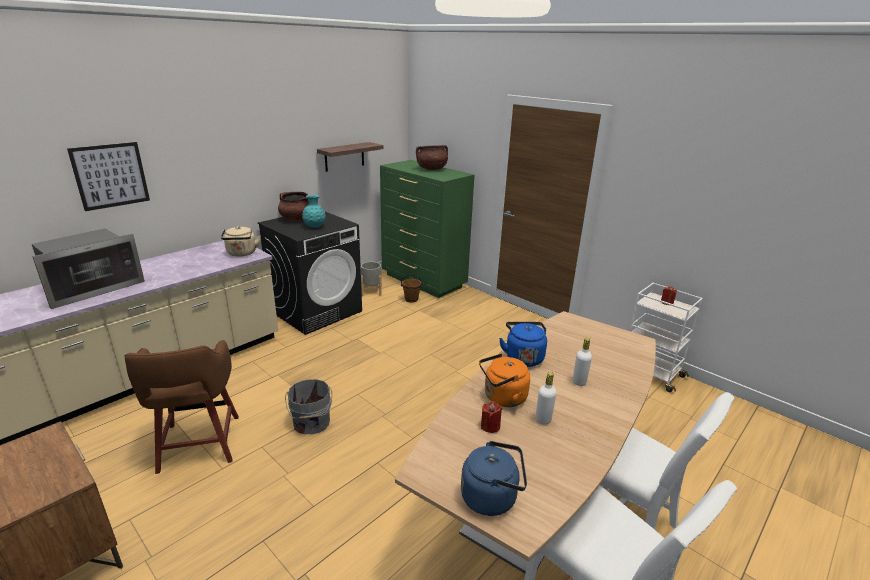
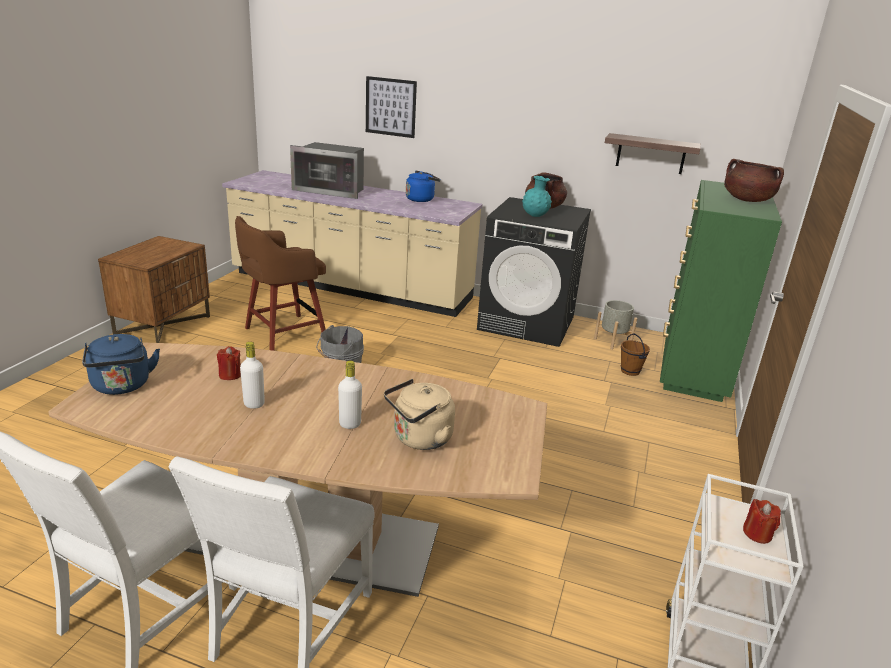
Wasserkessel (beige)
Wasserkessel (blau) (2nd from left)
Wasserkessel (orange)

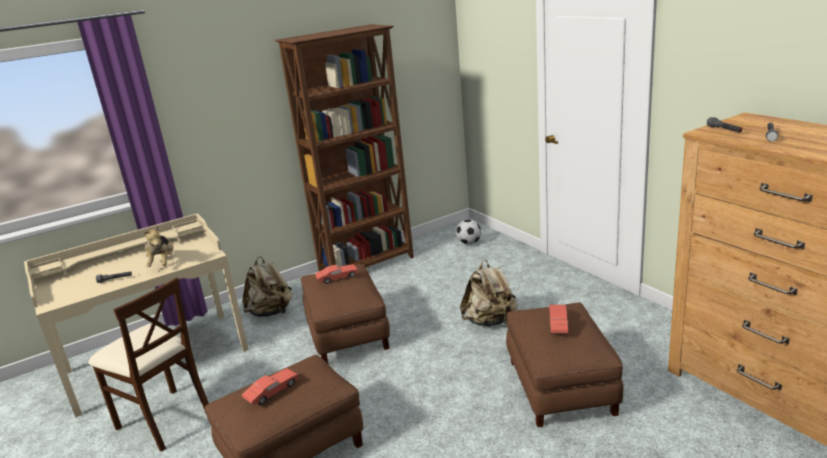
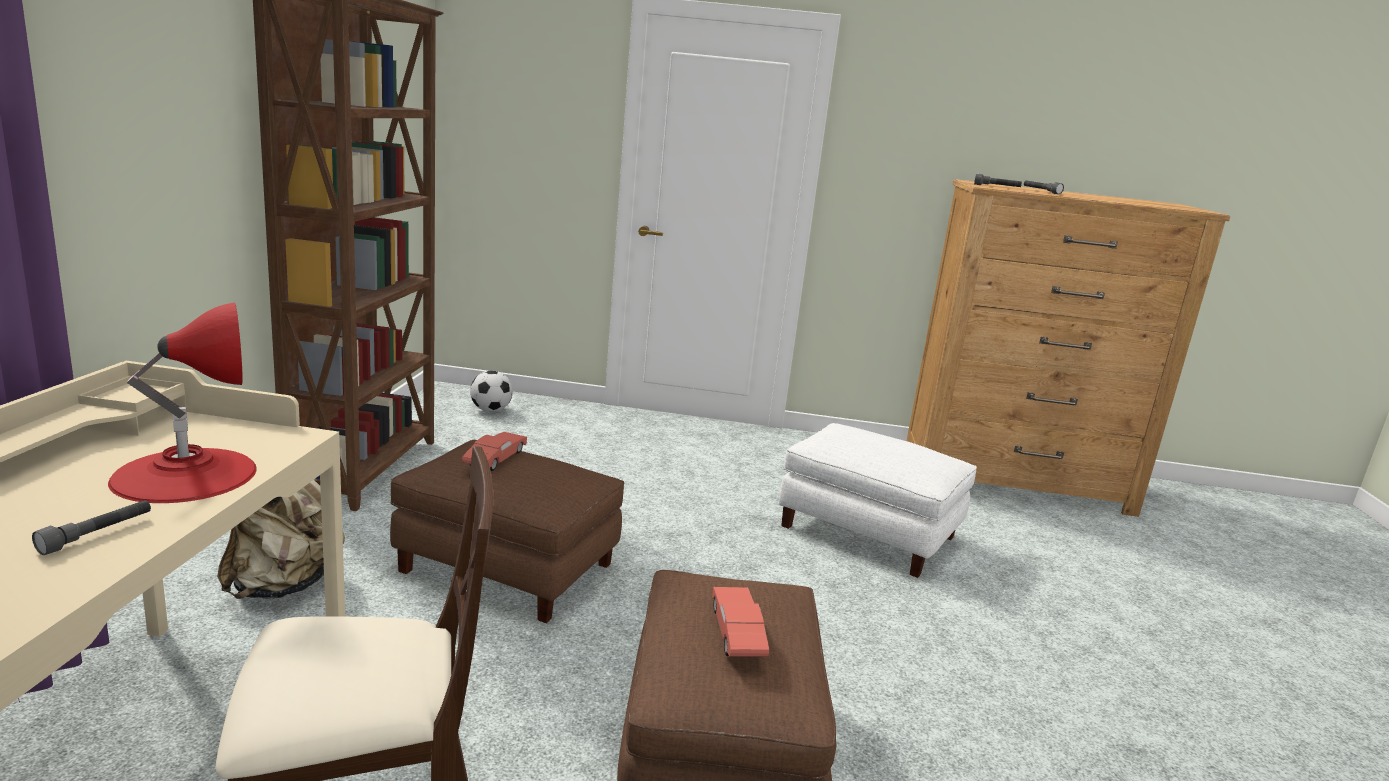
Tischlampe (rot)
Rucksack (beige) (2nd from left in the first image)
Polsterhocker (weiß)
Spielzeugauto (rot) (3rd from left in the first image)

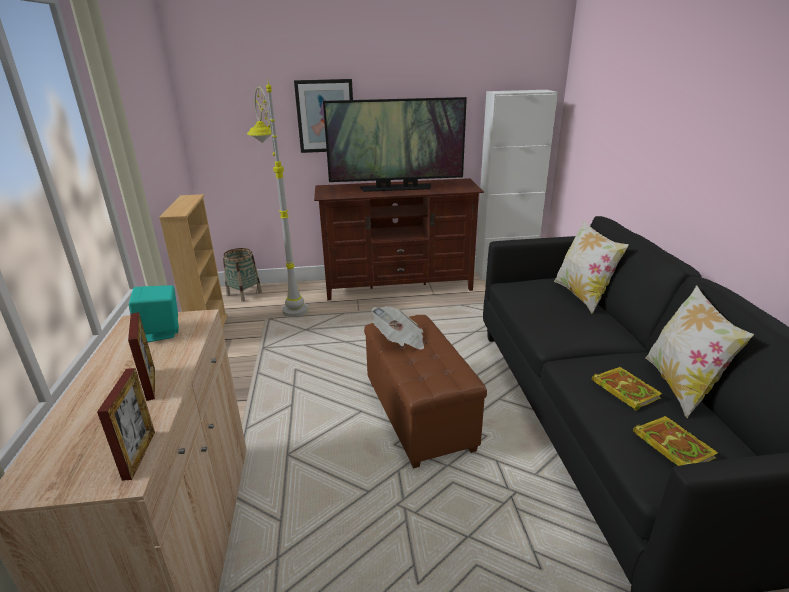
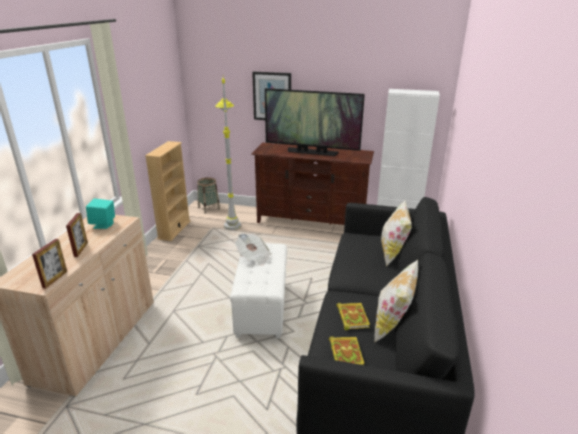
Polsterhocker (weiß)

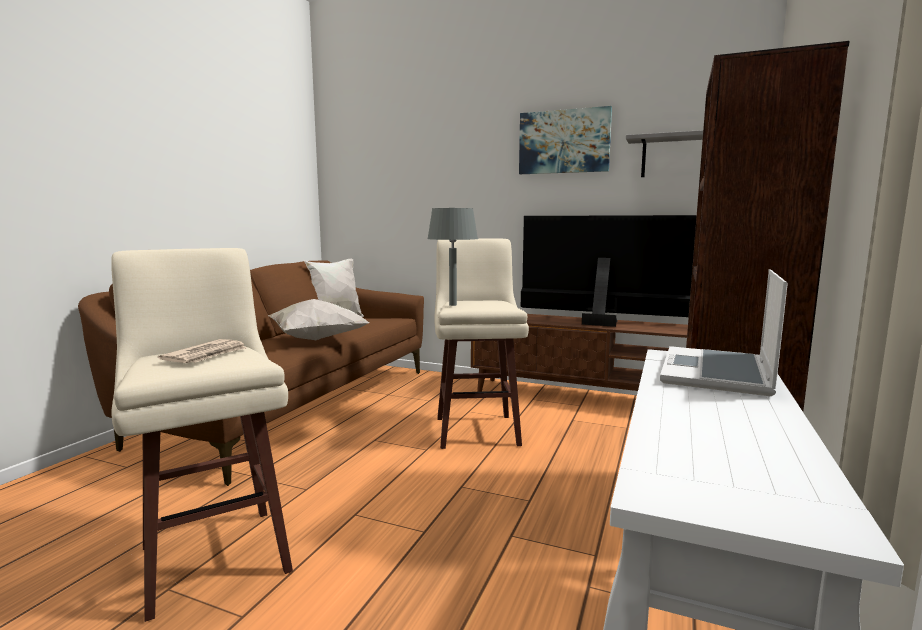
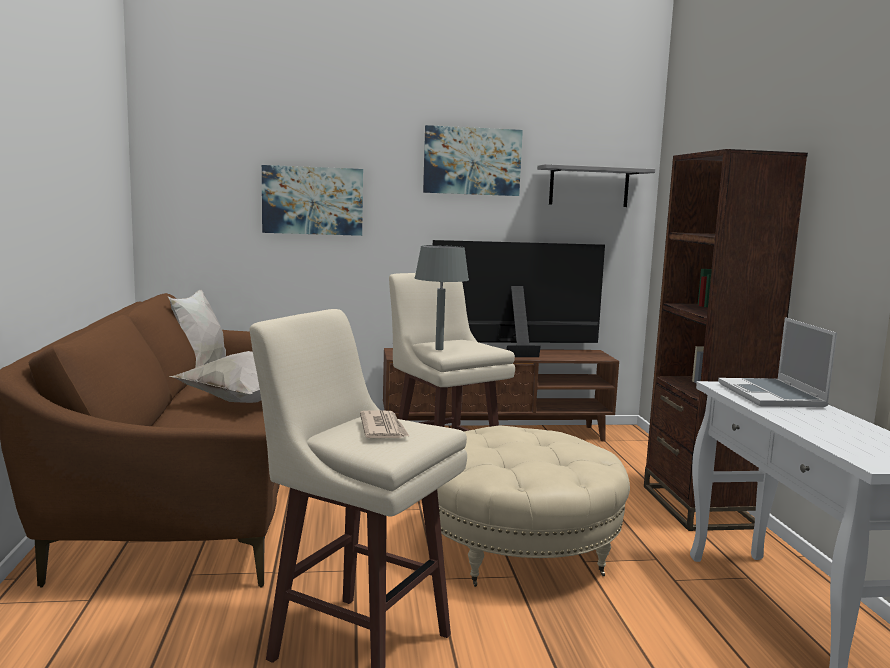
Bild (1st from left)
Polsterhocker (beige)

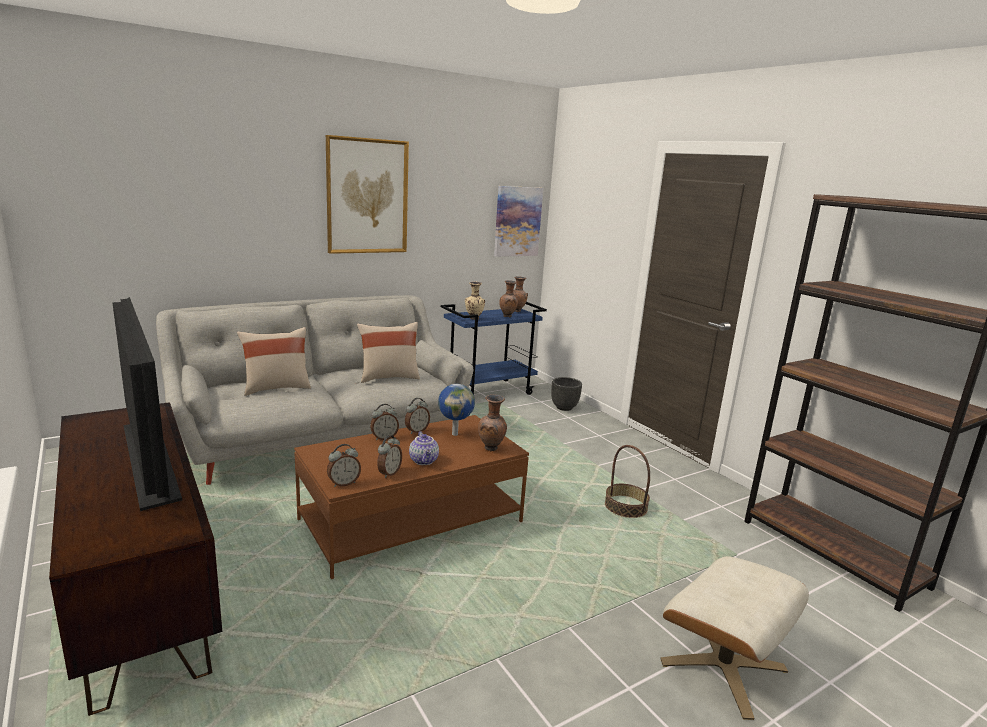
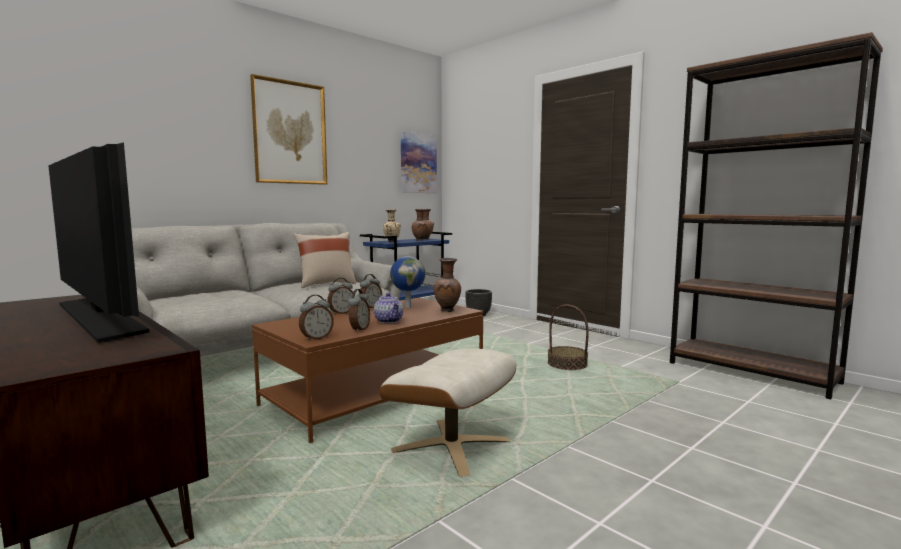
Kissen (beige) (1st from left in the first image)
Polsterhocker (beige)

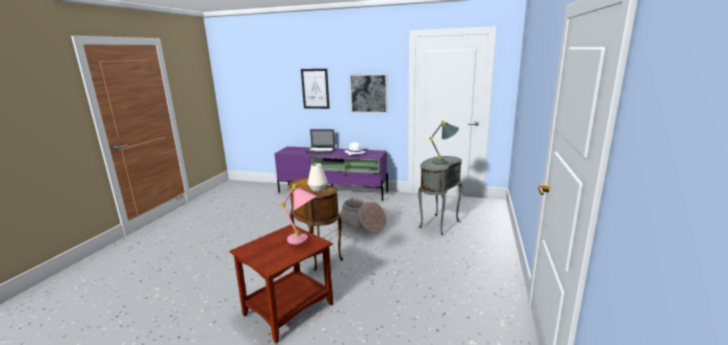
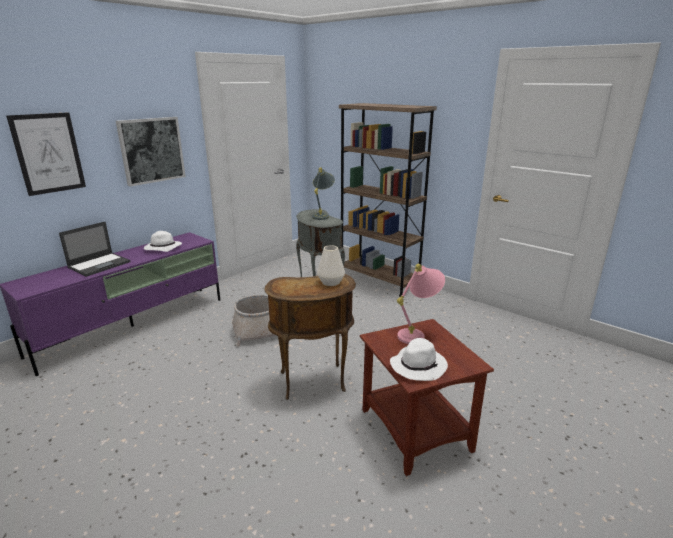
Bücherregal (braun)
Hut (weiß) (2nd from left)

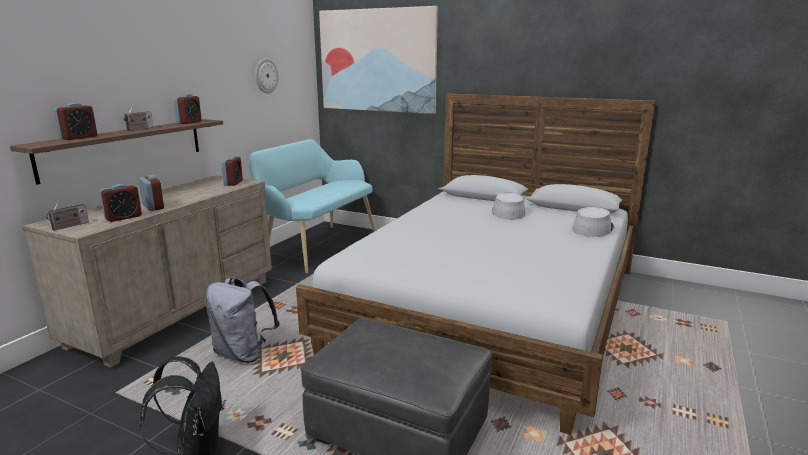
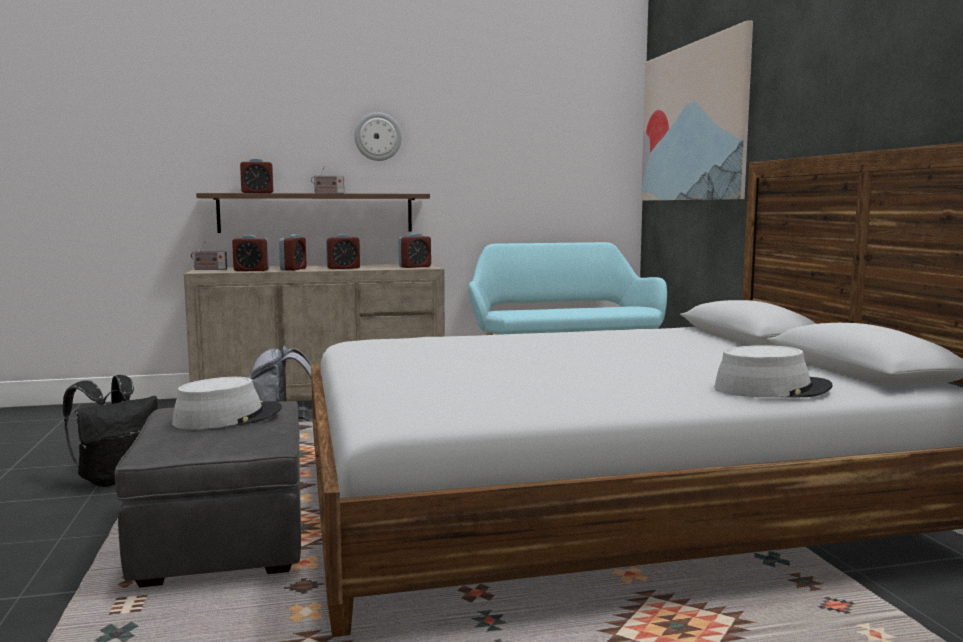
Wanduhr
Wecker (4th from left)
Hut (grau) (1st from left)

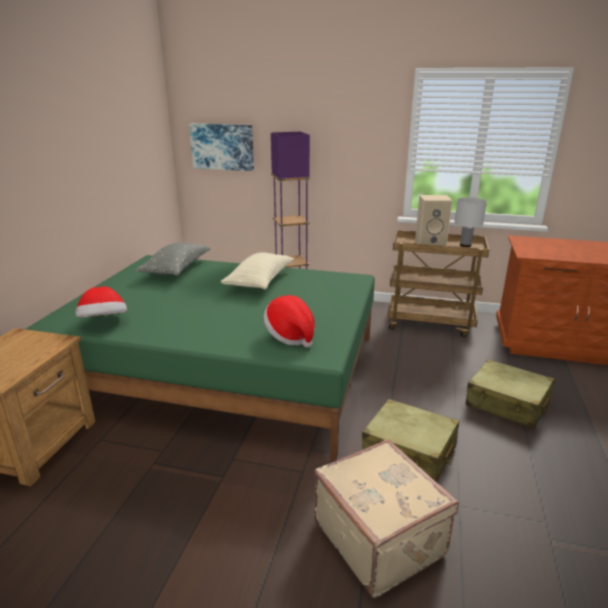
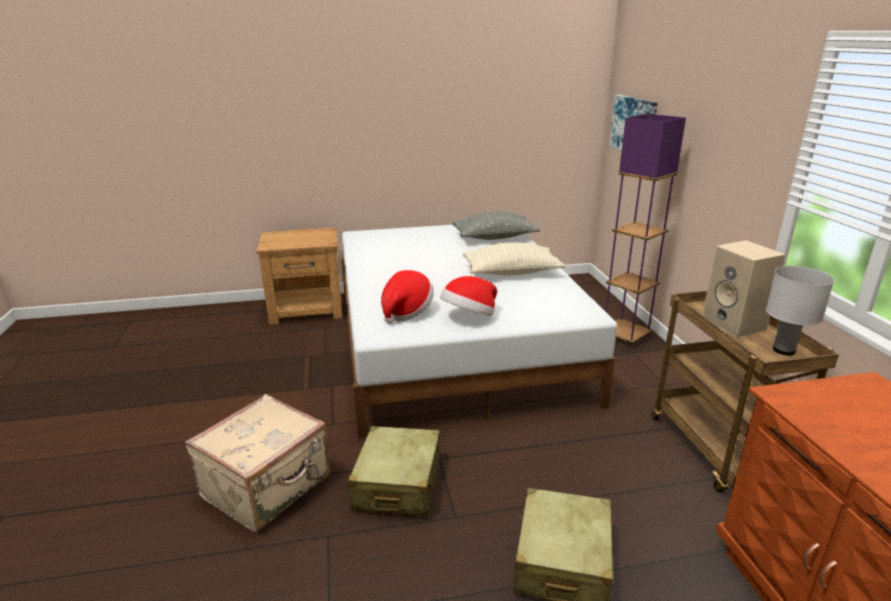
Bett (weiß)
Hut (2nd from left)

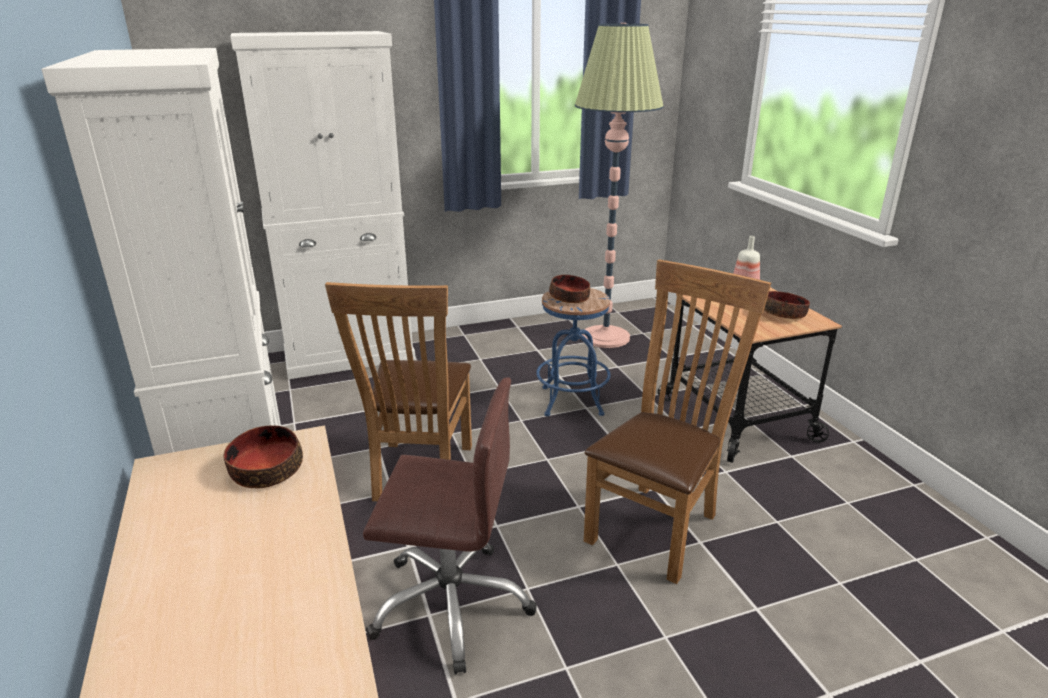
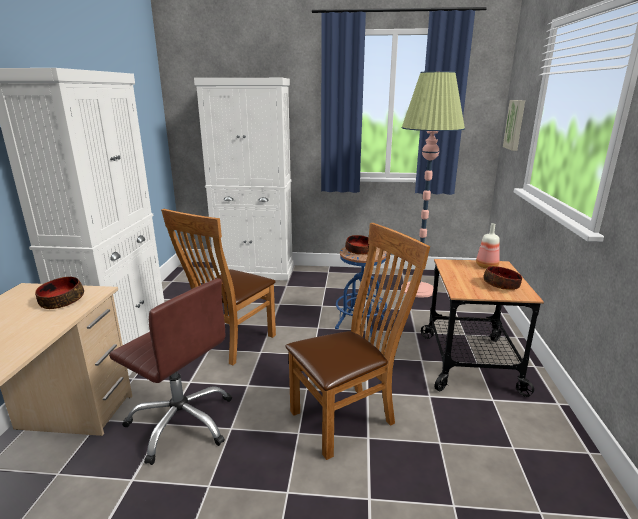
Bild

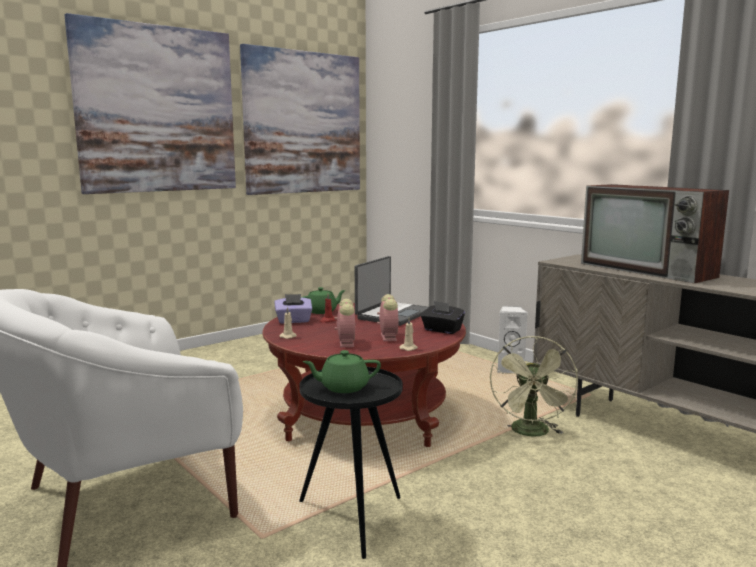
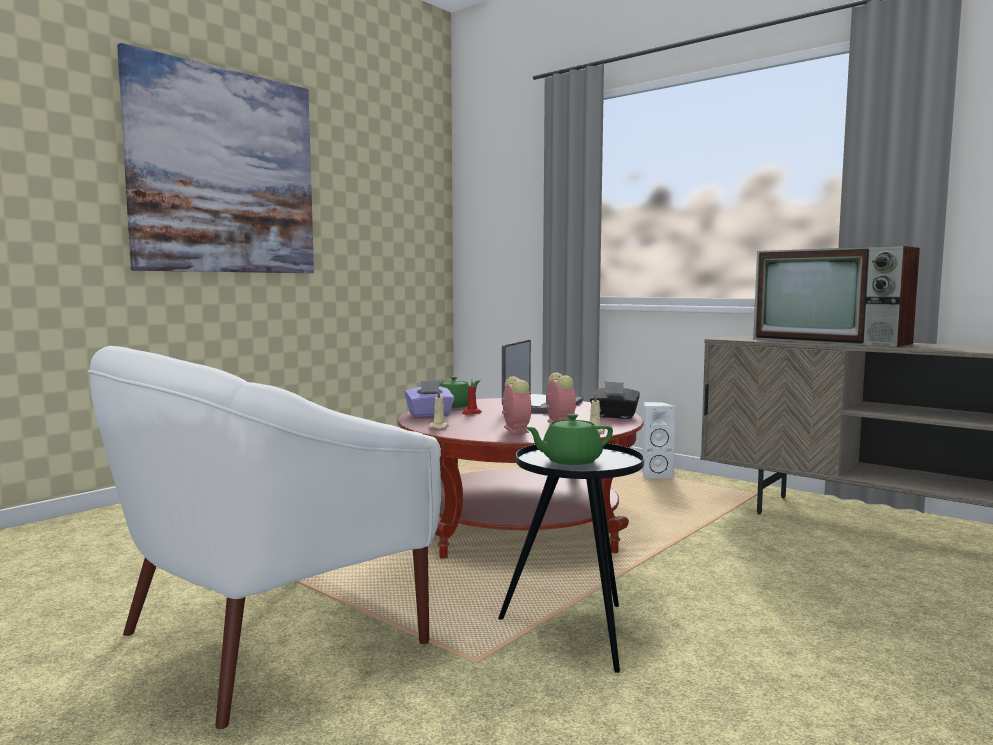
Bild (2nd from left in the first image)
Ventilator (grün)

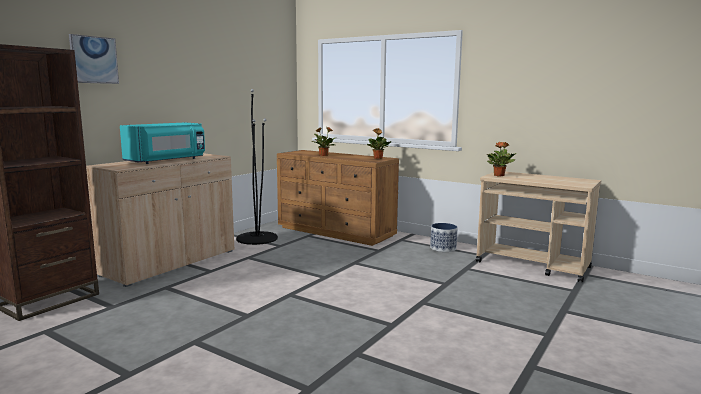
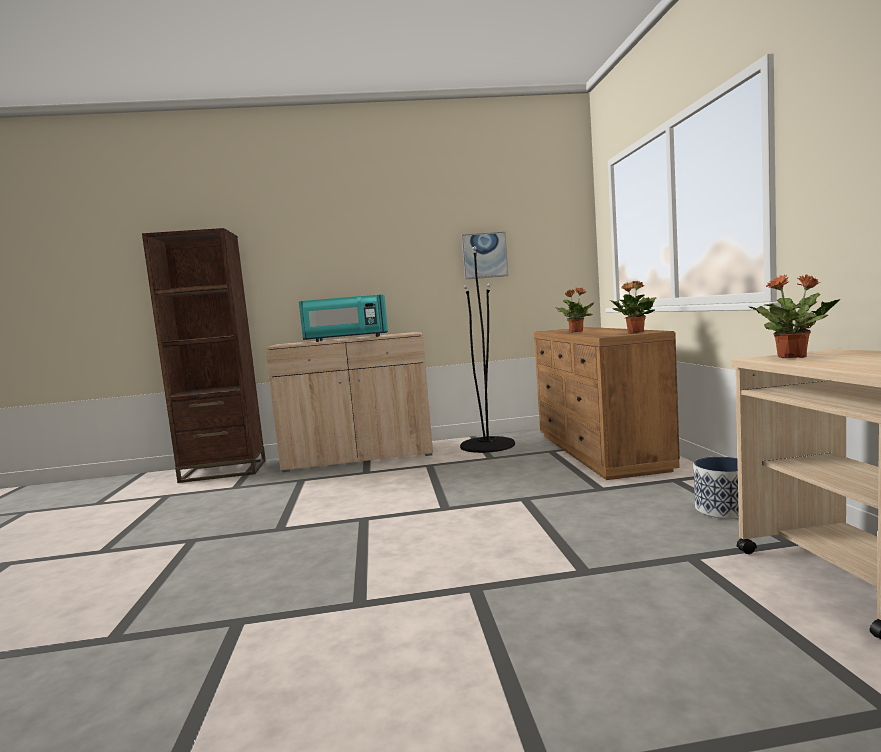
Bild

